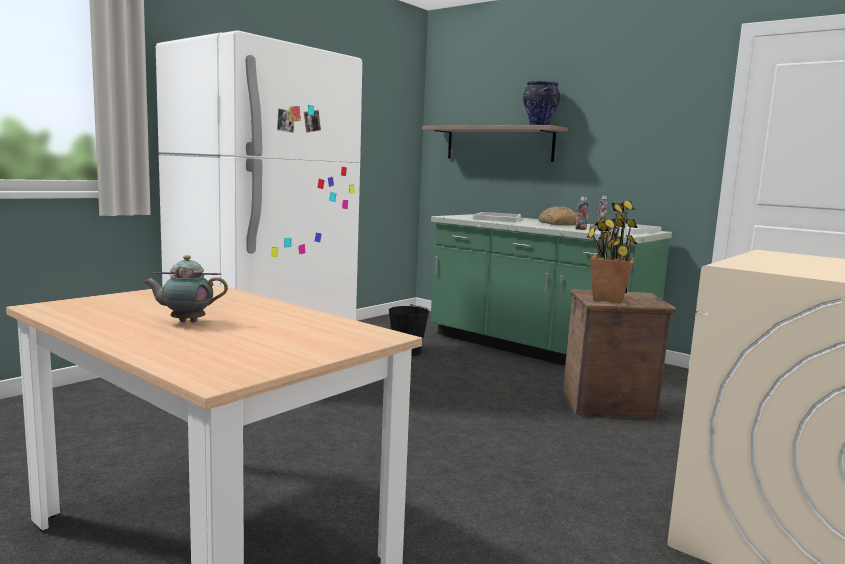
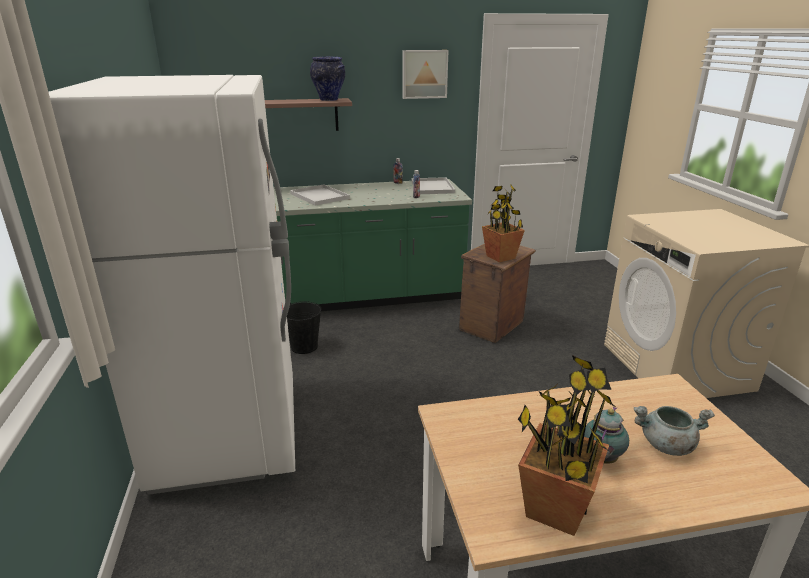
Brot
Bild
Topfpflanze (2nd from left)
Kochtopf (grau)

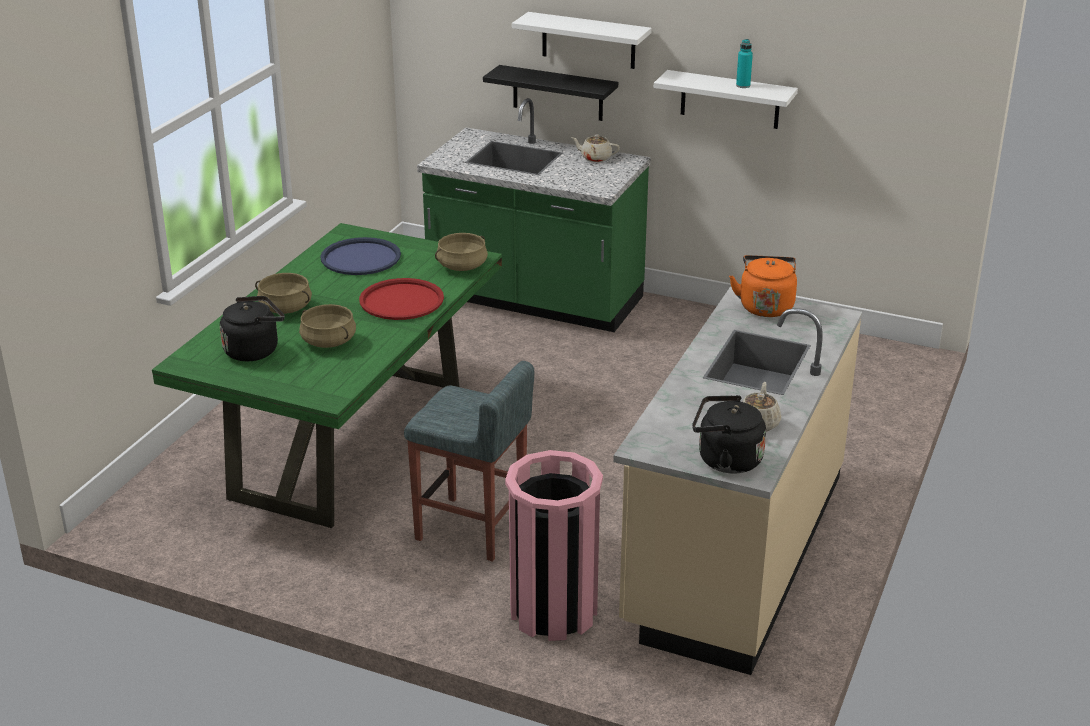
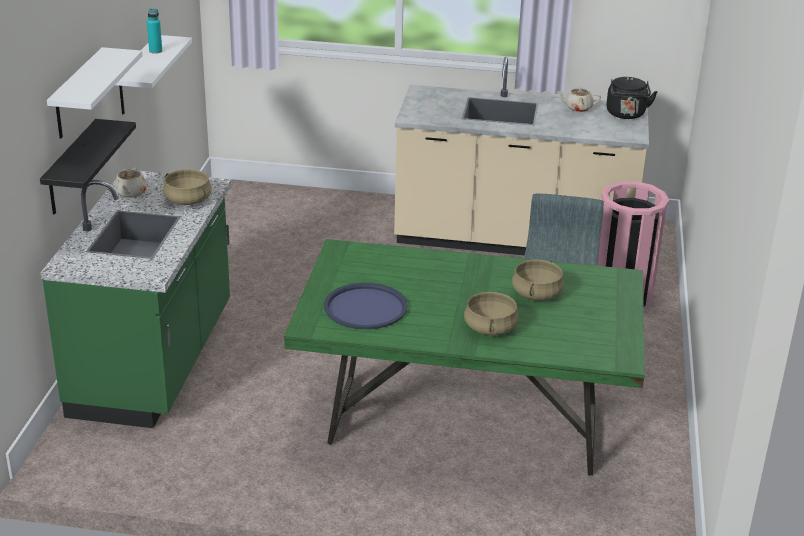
Kochtopf (beige) (1st from left)
Wasserkessel (orange)
Tablett (rot)
Wasserkessel (schwarz) (1st from left in the first image)

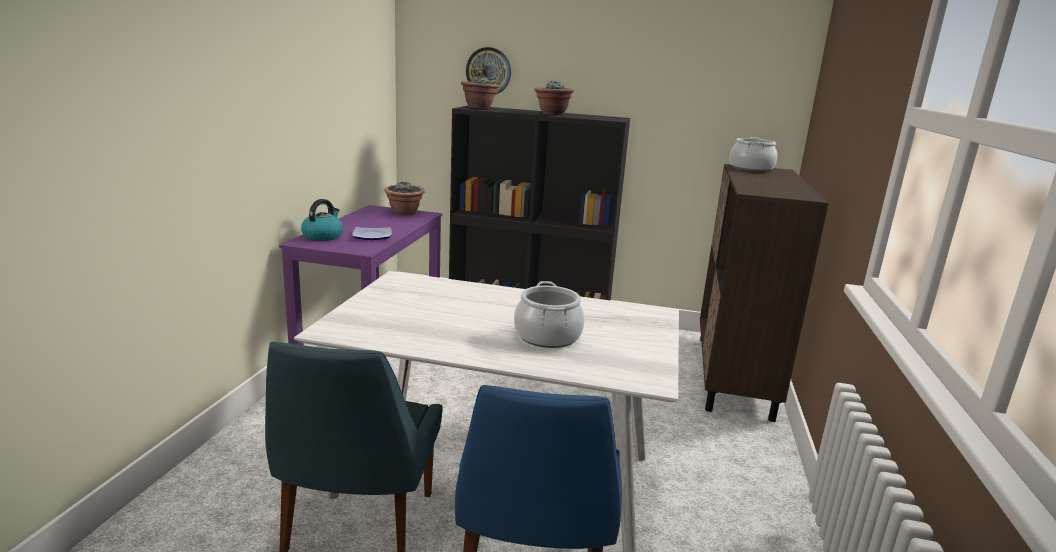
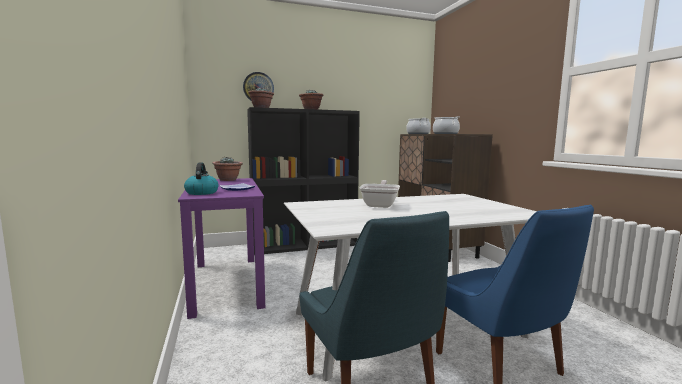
Kochtopf (2nd from left)
Pfanne

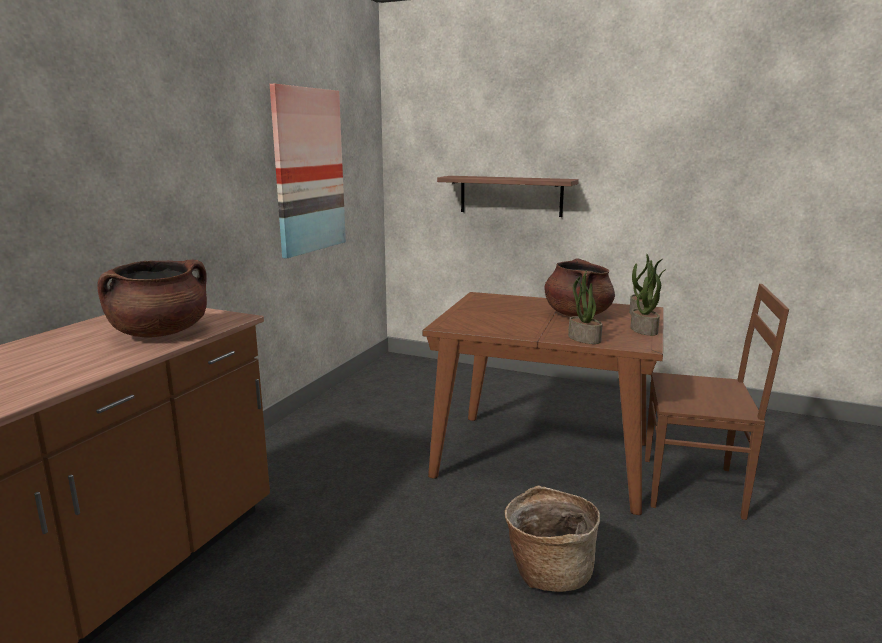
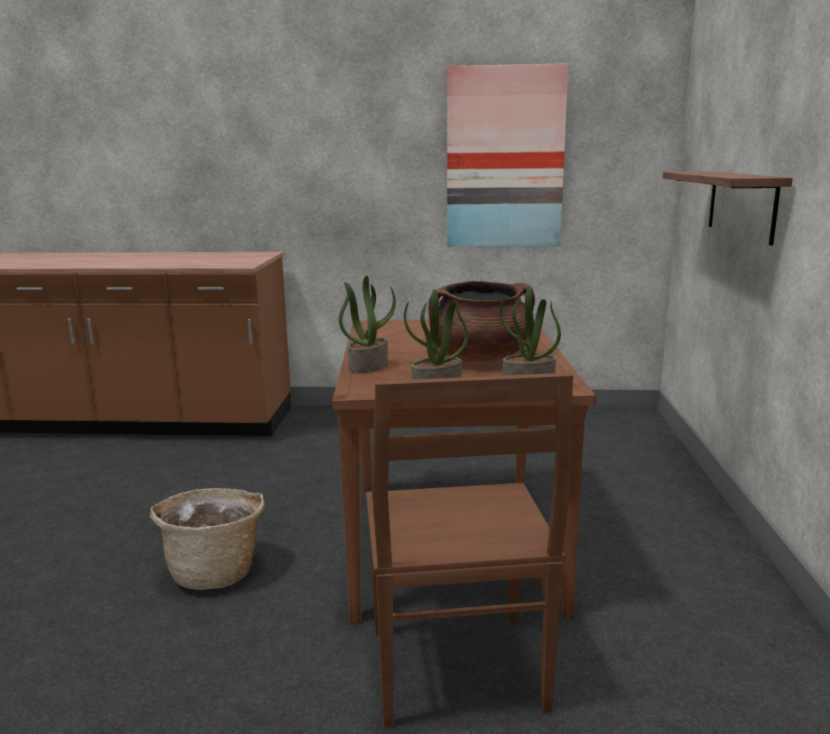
Kochtopf (braun) (1st from left in the first image)

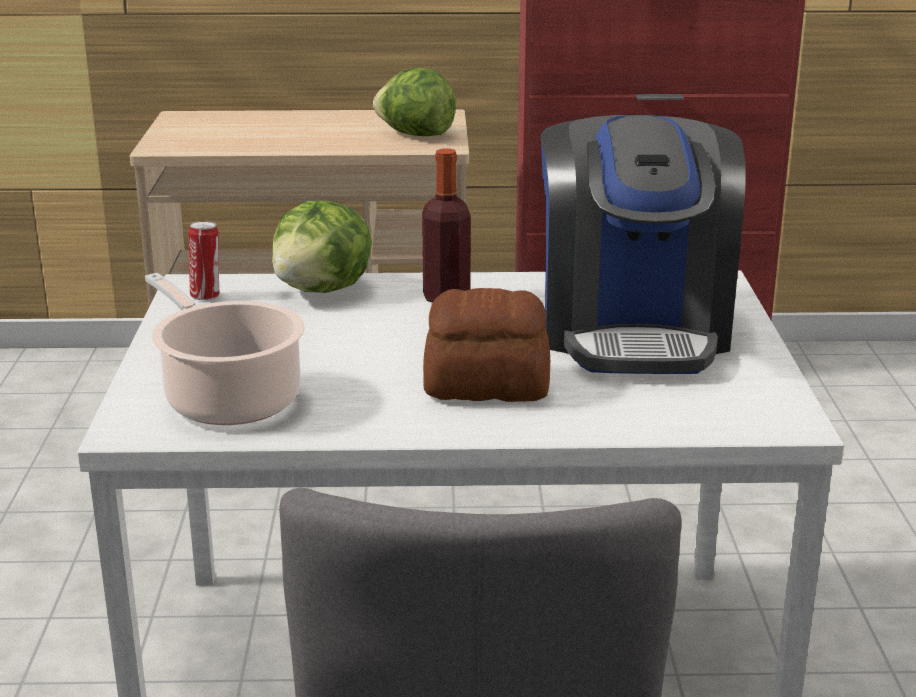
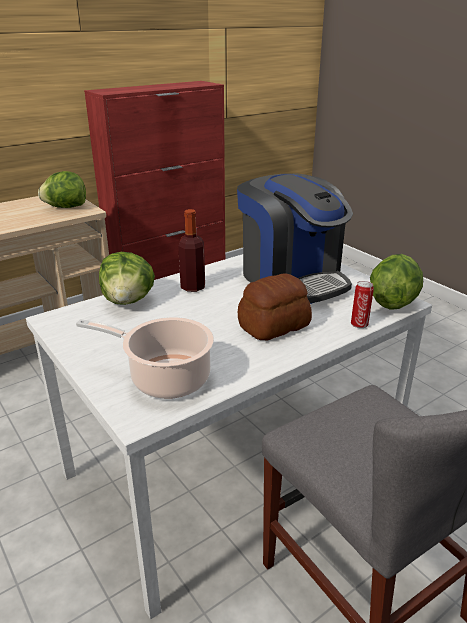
Dose
Salatkopf (3rd from left)

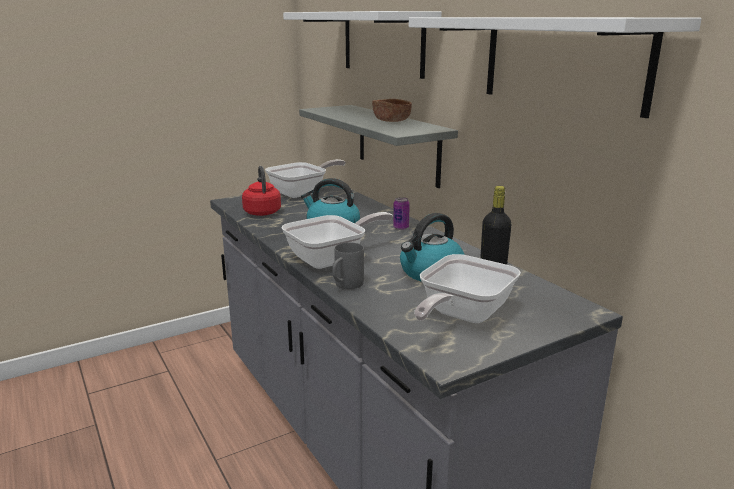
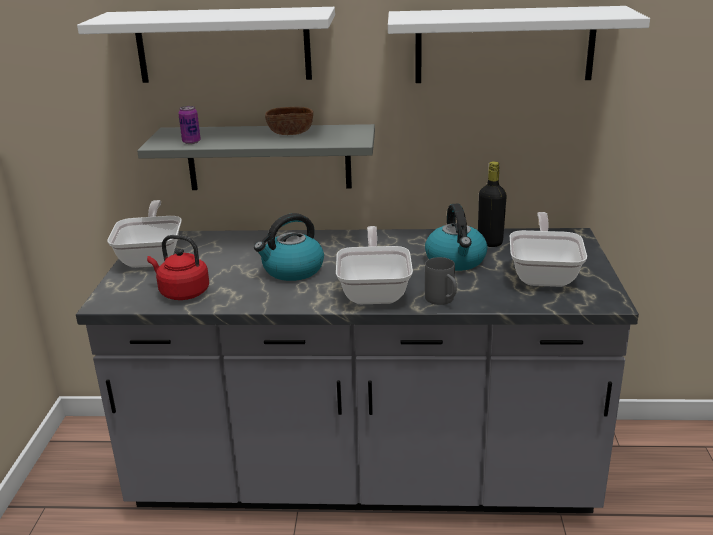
Dose
Pfanne (3rd from left)

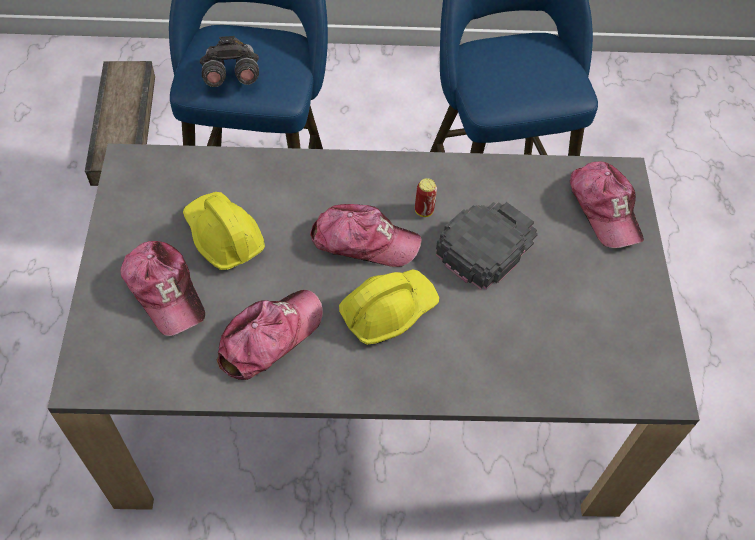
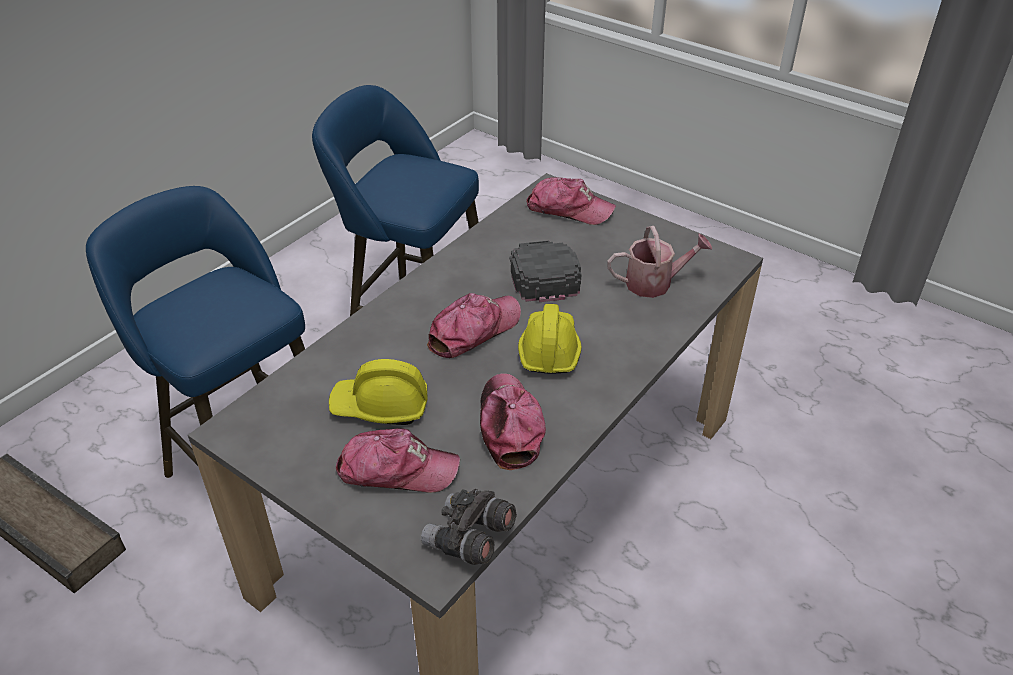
Fernglas (grau)
Dose
Gießkanne

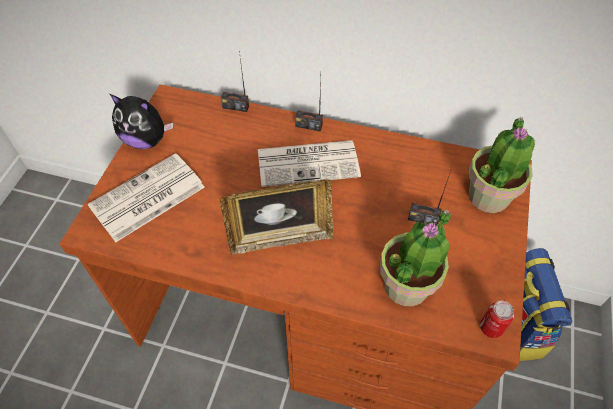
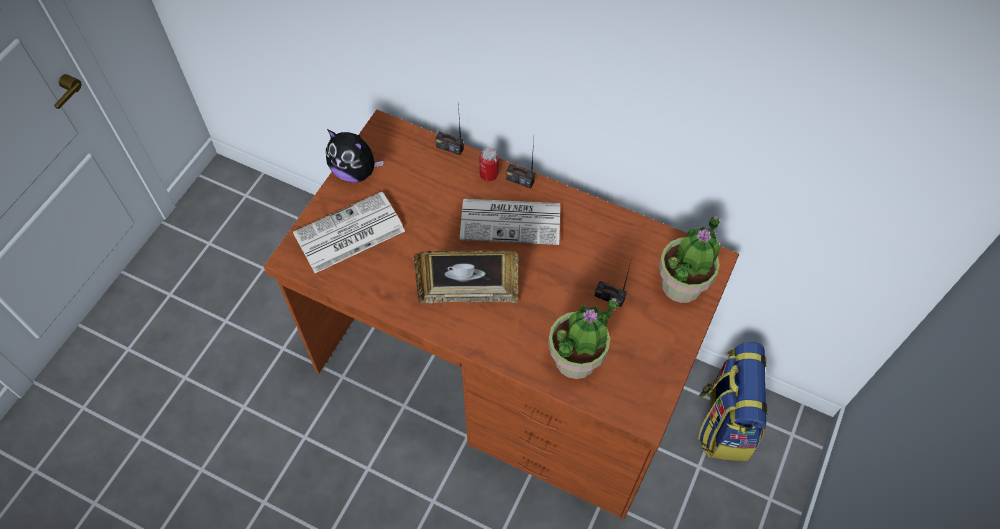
Dose

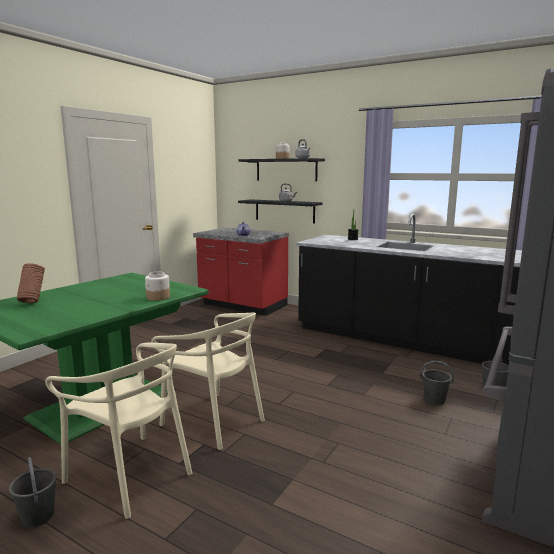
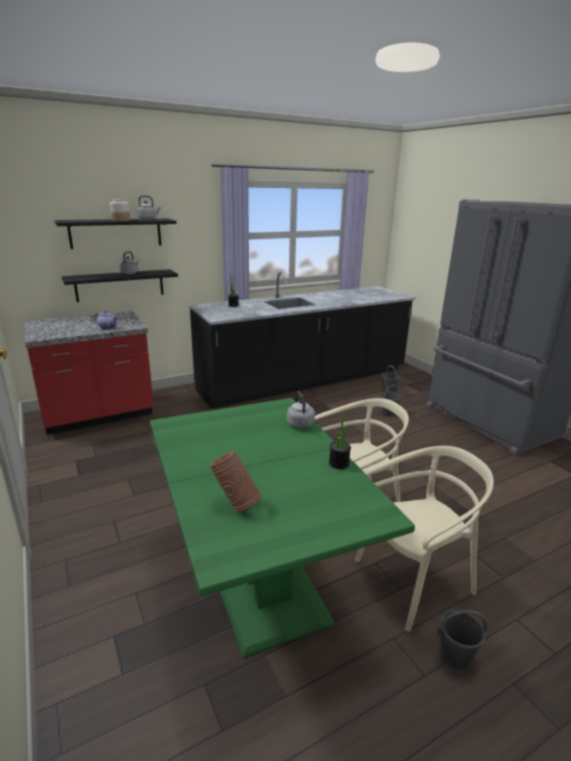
Wasserkessel (grau) (3rd from left)
Topfpflanze (2nd from left)

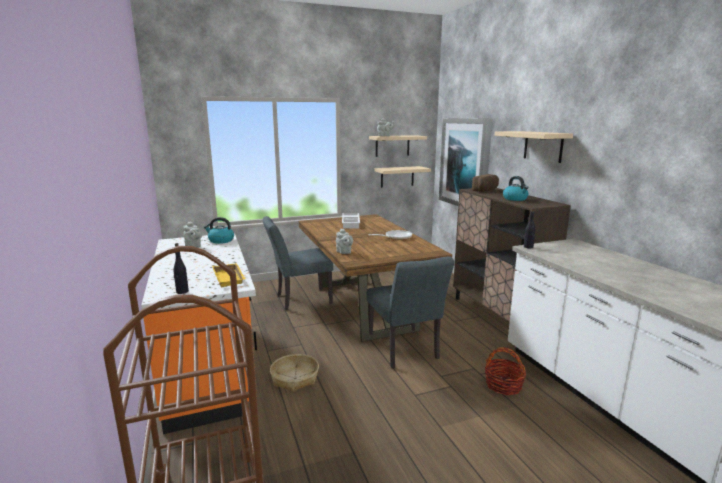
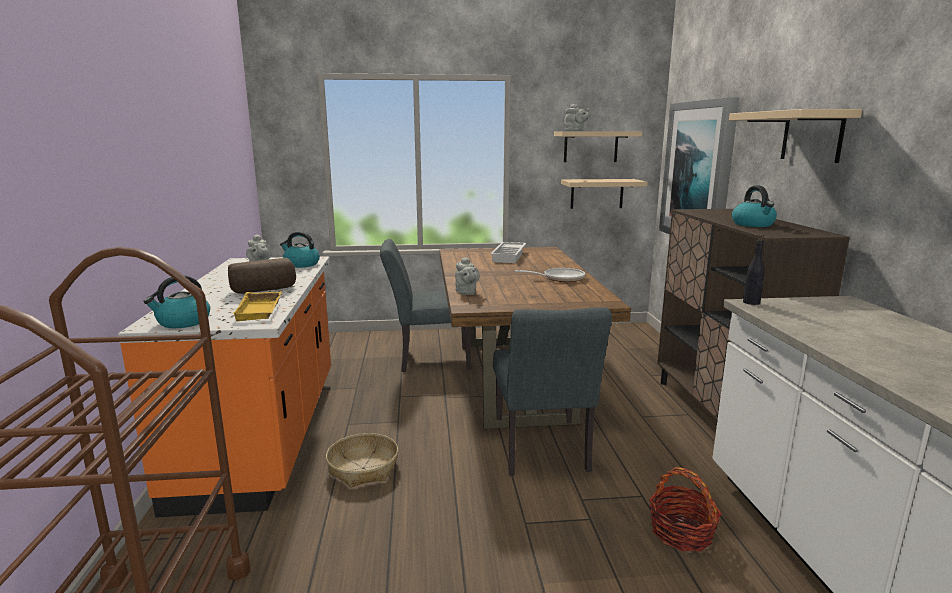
Brot
Wasserkessel (1st from left)

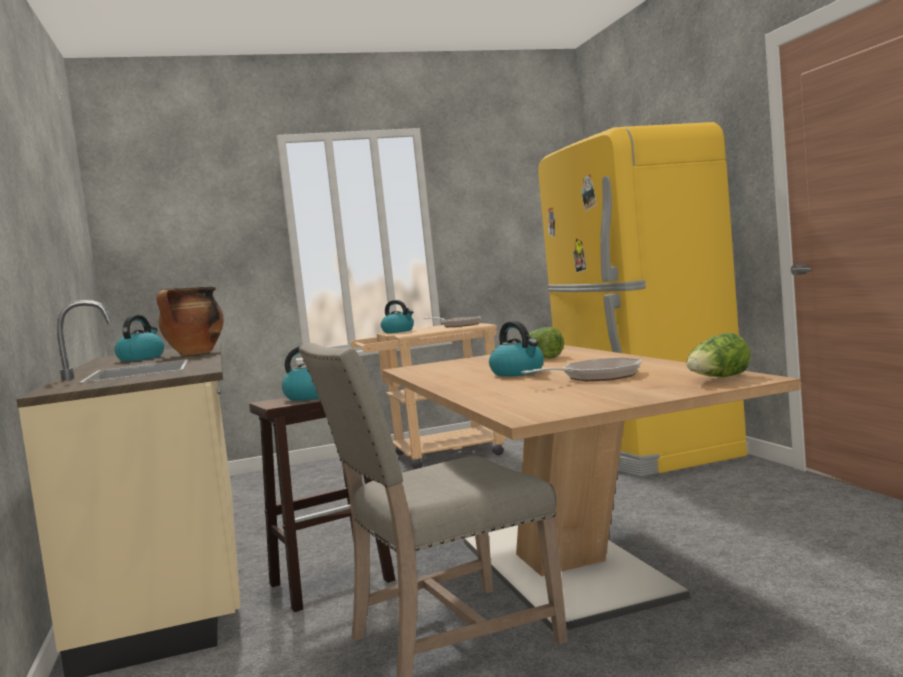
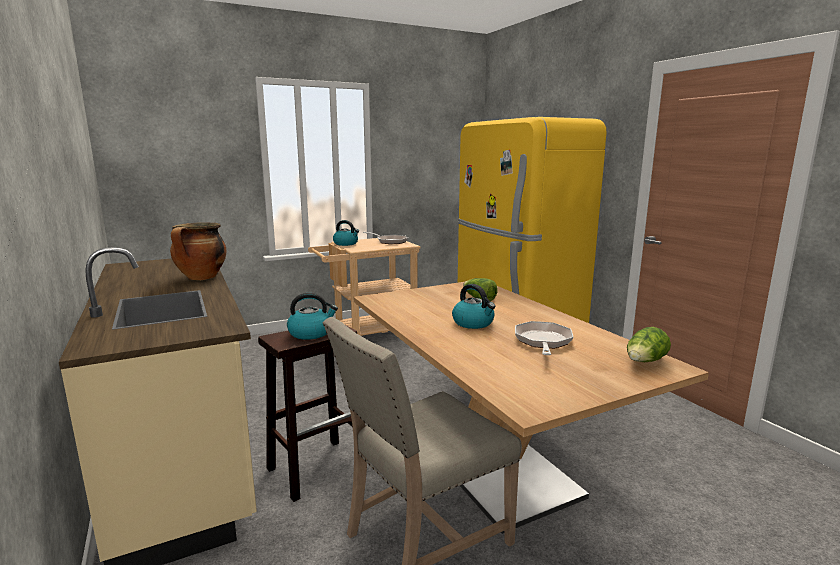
Wasserkessel (1st from left in the first image)
Pfanne (2nd from left)

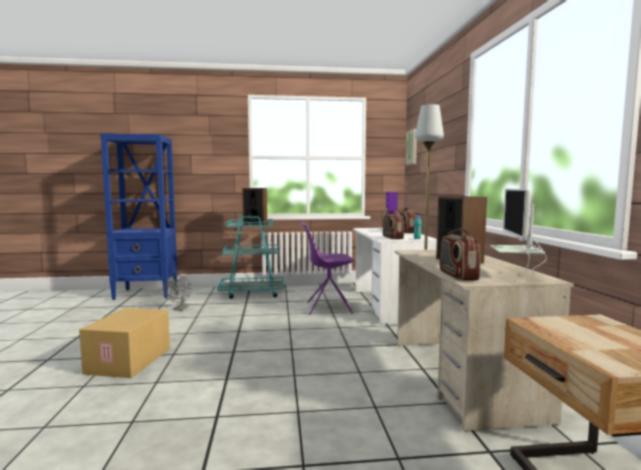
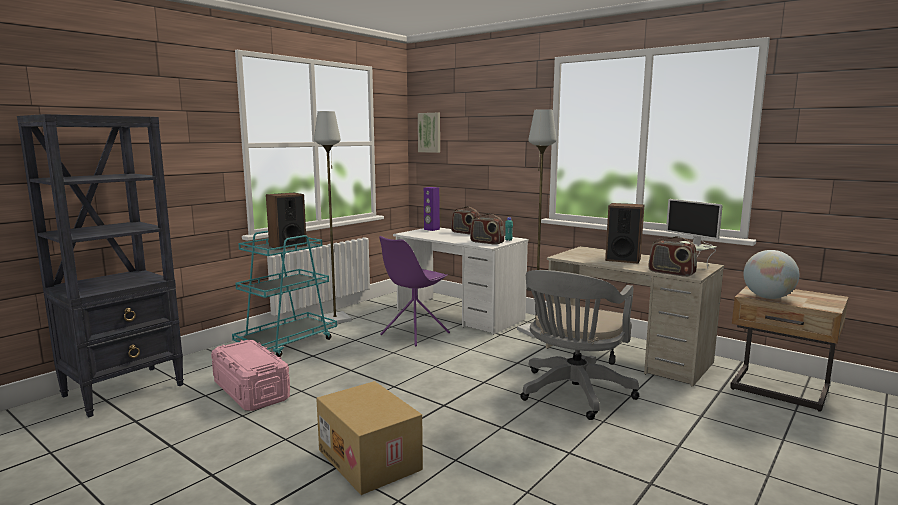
Bücherregal (schwarz)
Aufbewahrungsbox (rosa)
Stehlampe (grau) (1st from left)
Globus
Bürostuhl (grau)

